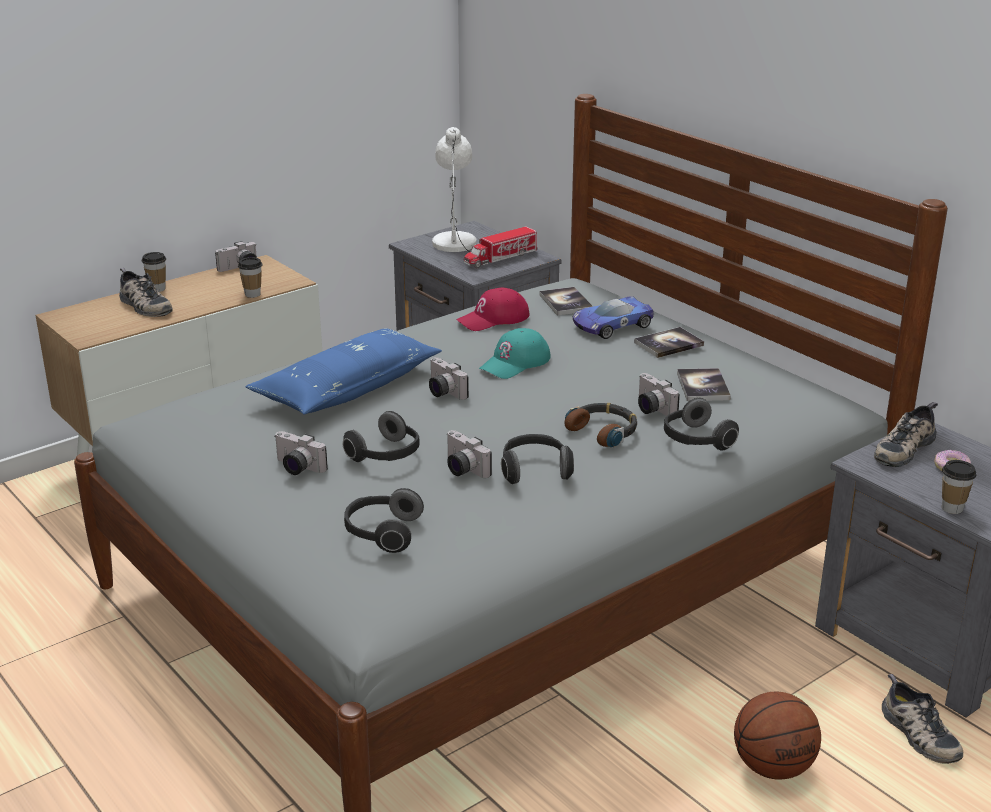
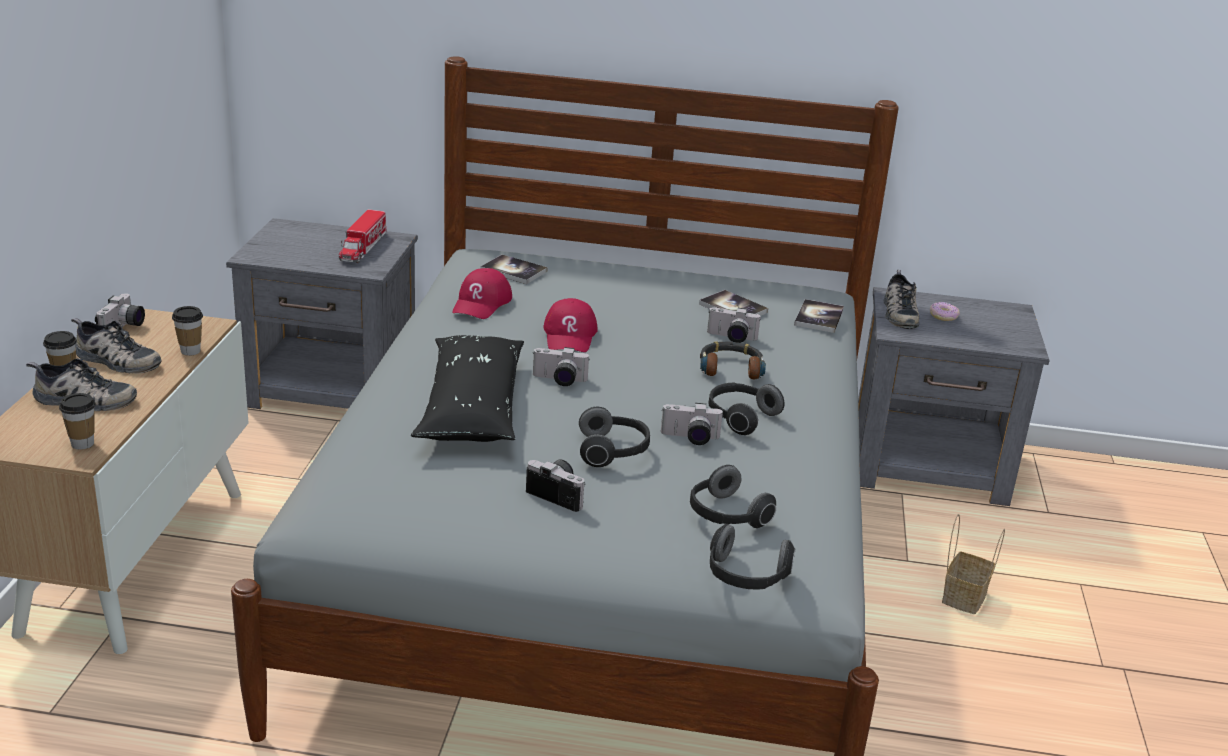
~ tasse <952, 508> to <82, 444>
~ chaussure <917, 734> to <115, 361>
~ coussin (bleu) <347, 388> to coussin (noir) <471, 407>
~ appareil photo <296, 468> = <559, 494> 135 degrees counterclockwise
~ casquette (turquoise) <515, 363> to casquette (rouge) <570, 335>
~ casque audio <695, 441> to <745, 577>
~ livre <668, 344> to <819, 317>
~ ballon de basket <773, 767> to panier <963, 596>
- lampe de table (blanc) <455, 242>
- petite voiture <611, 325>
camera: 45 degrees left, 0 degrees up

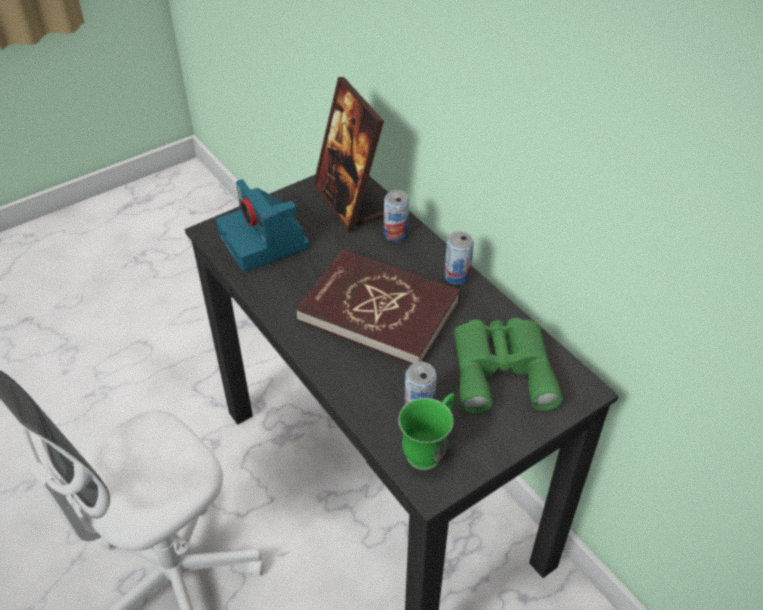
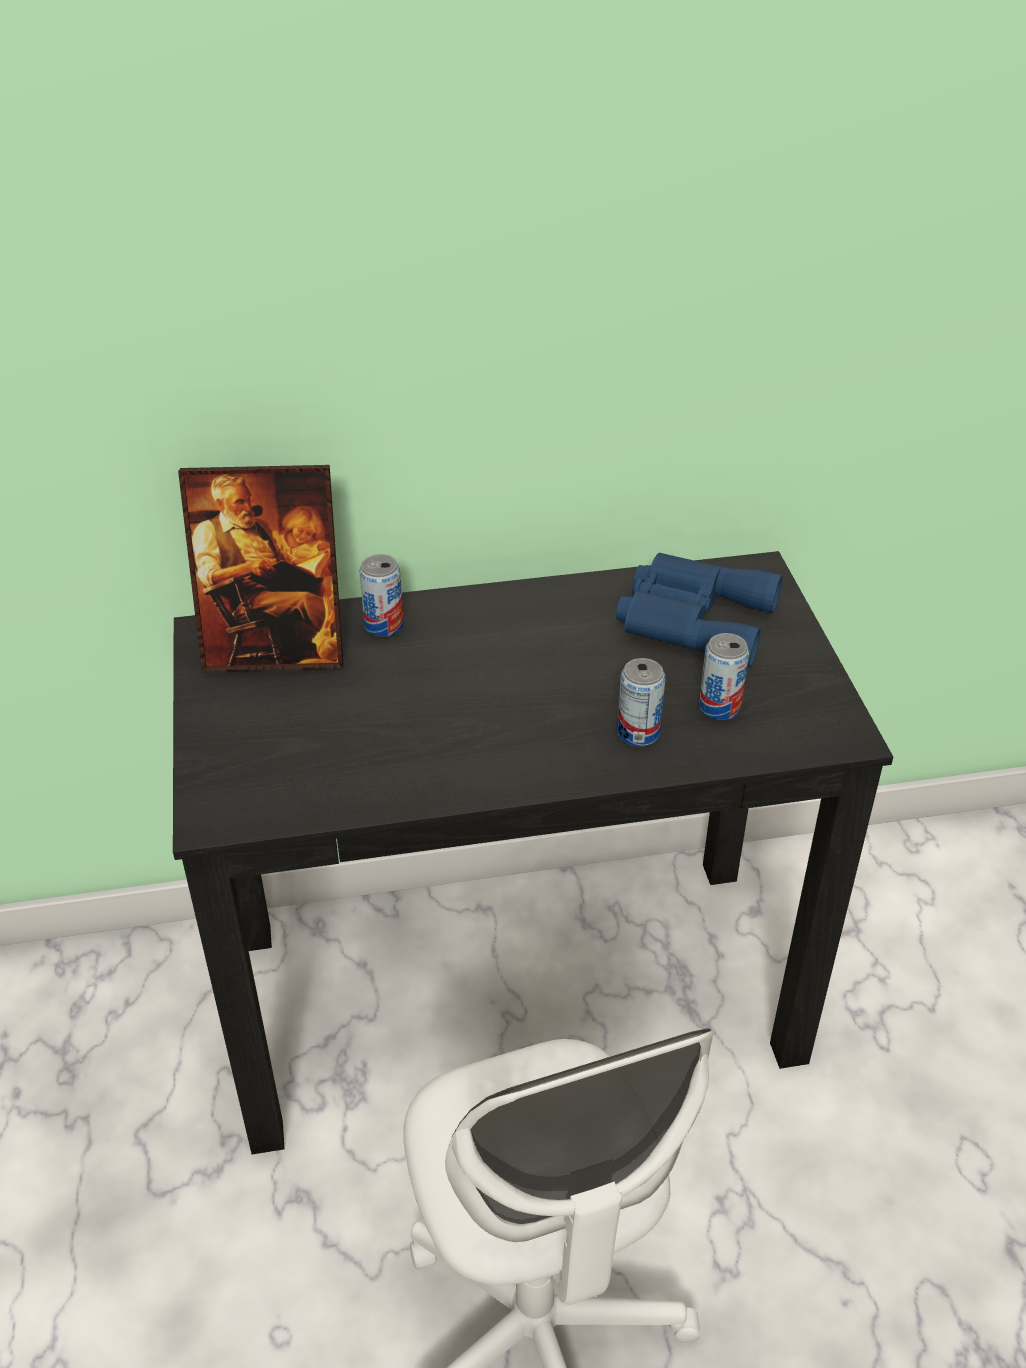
~ jumelles (vert) <502, 368> to jumelles (bleu) <691, 618>
~ boîte métallique <457, 276> to <638, 732>
- appareil photo <265, 242>
- livre (rouge) <379, 310>
- mug (vert) <429, 449>
camera: 65 degrees left, 5 degrees down

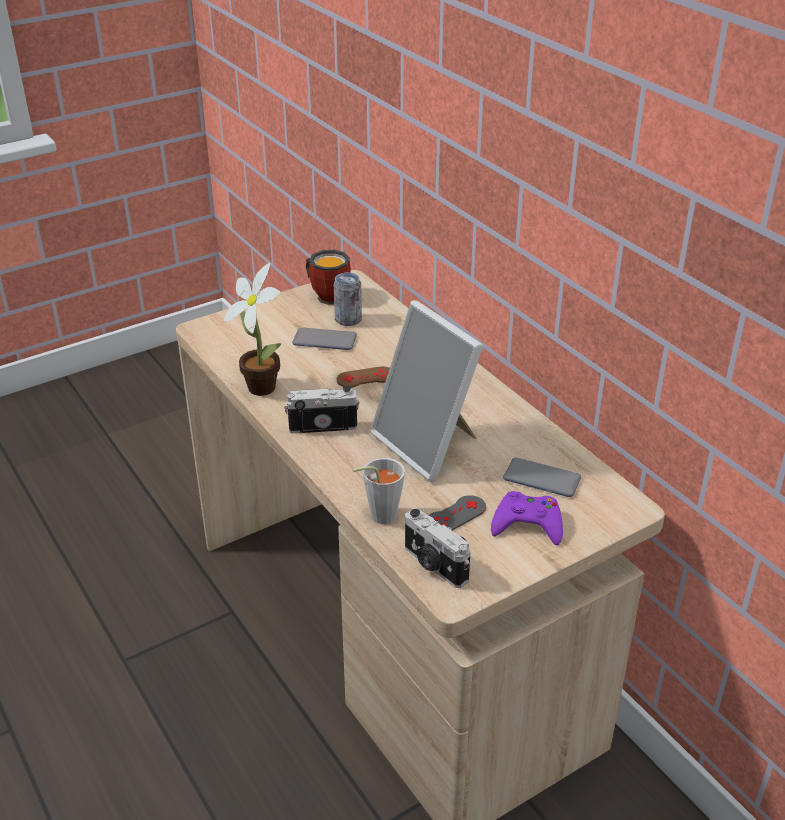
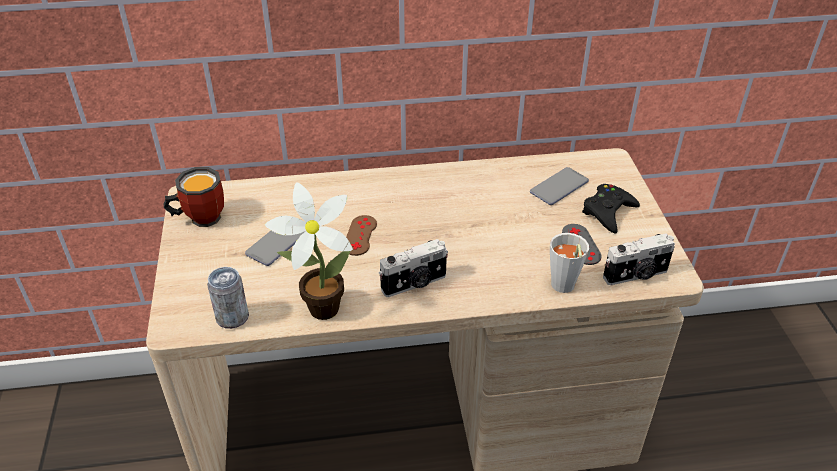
~ boîte métallique <348, 319> to <232, 318>
~ appareil photo <322, 425> = <415, 284> 135 degrees counterclockwise
~ manette (violet) <528, 524> to manette (noir) <608, 212>
- cadre photo <428, 445>
camera: 65 degrees left, 5 degrees up

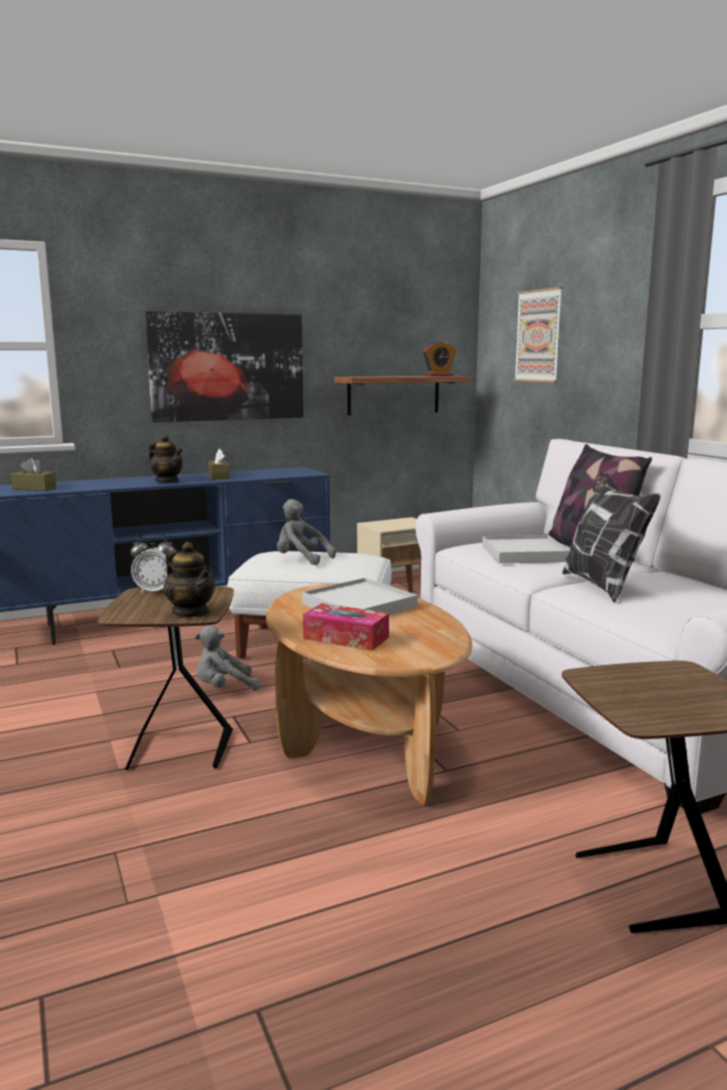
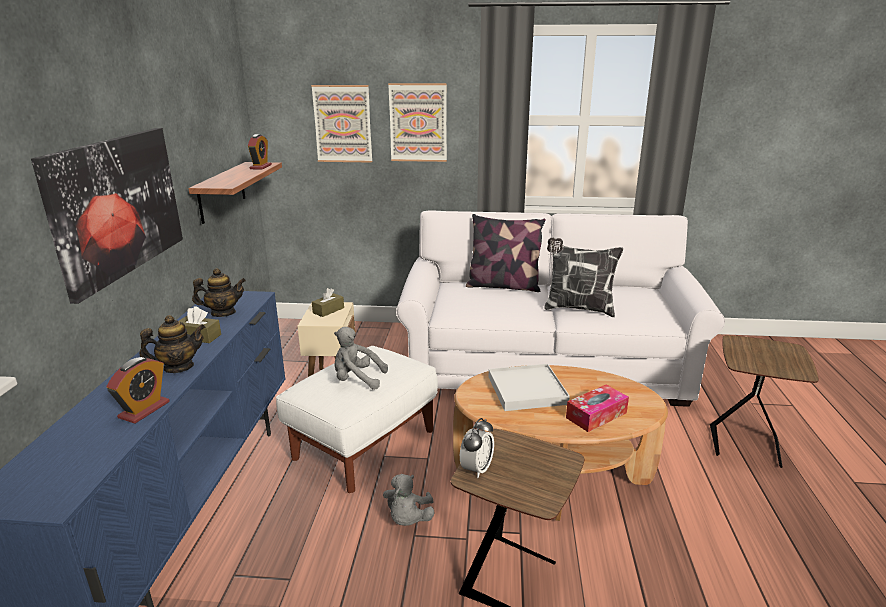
+ réveil <144, 410>
~ théière <191, 612> to <223, 313>
~ boîte à mouchoirs (marron) <34, 488> to <328, 310>
~ peluche (gris) <301, 559> = <357, 380> 45 degrees clockwise
+ tableau <418, 122>
- plateau (blanc) <524, 554>
camera: 60 degrees left, 10 degrees up

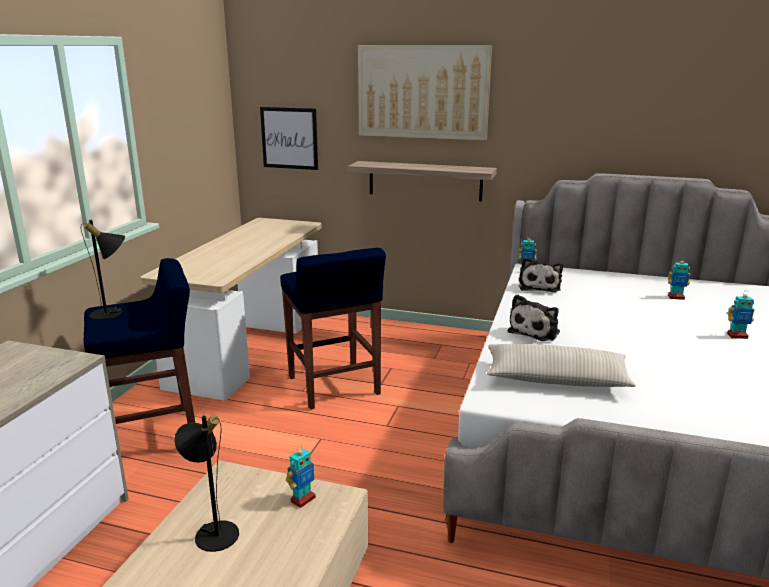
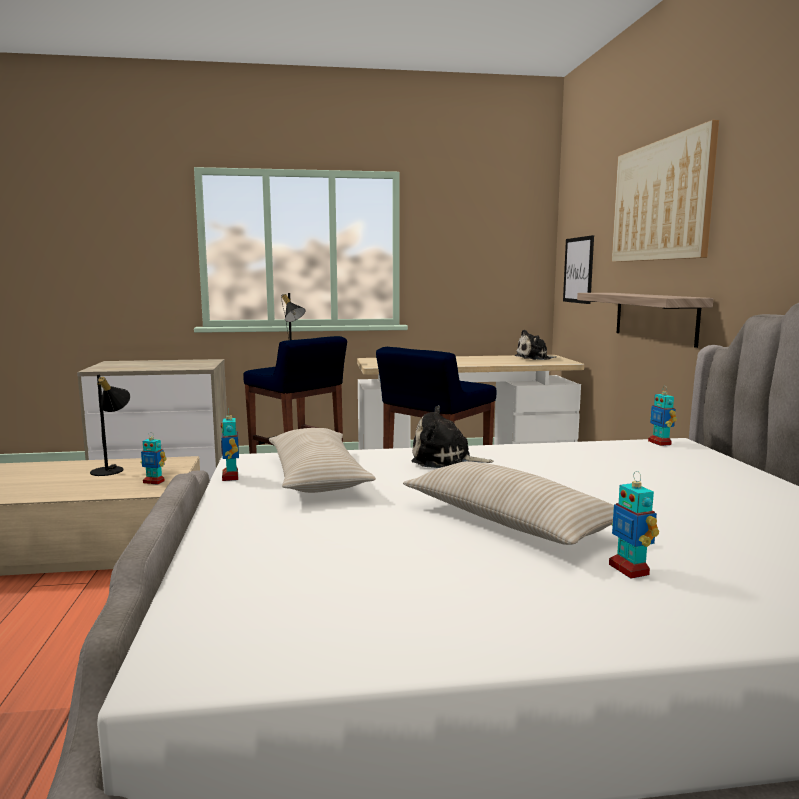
~ robot jouet <676, 297> to <231, 477>
+ coussin (beige) <509, 522>
~ peluche <539, 286> to <535, 358>
camera: 65 degrees right, 10 degrees down

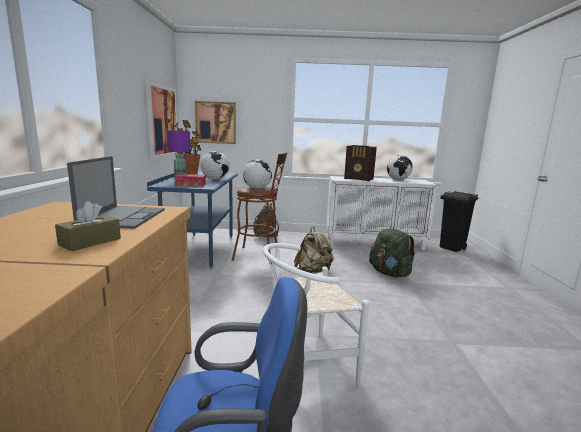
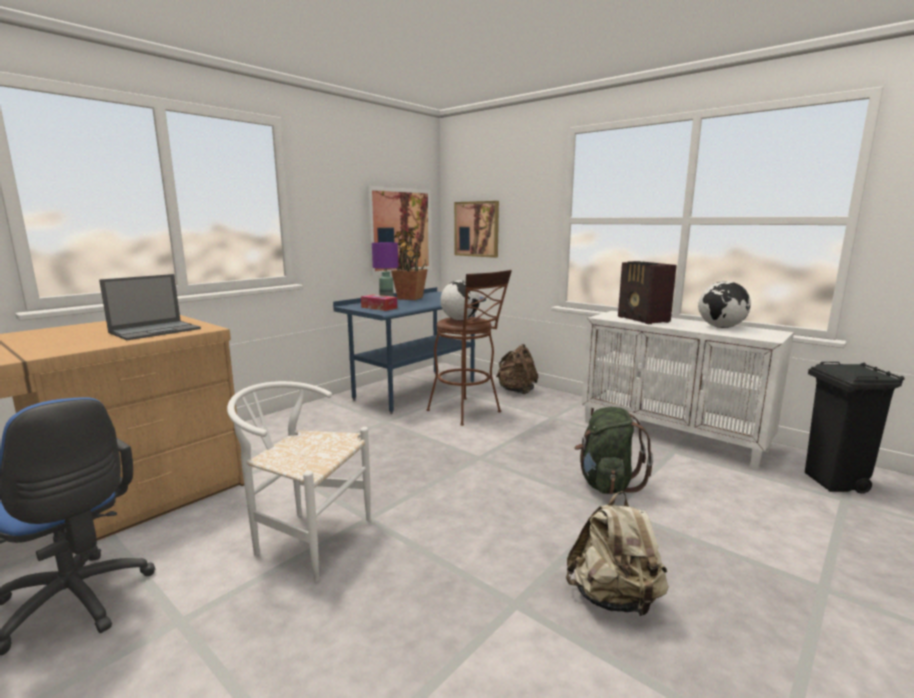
~ sac à dos (beige) <313, 271> to <614, 599>
- boîte à mouchoirs (marron) <90, 242>
- globe <215, 179>
camera: 40 degrees right, 0 degrees up

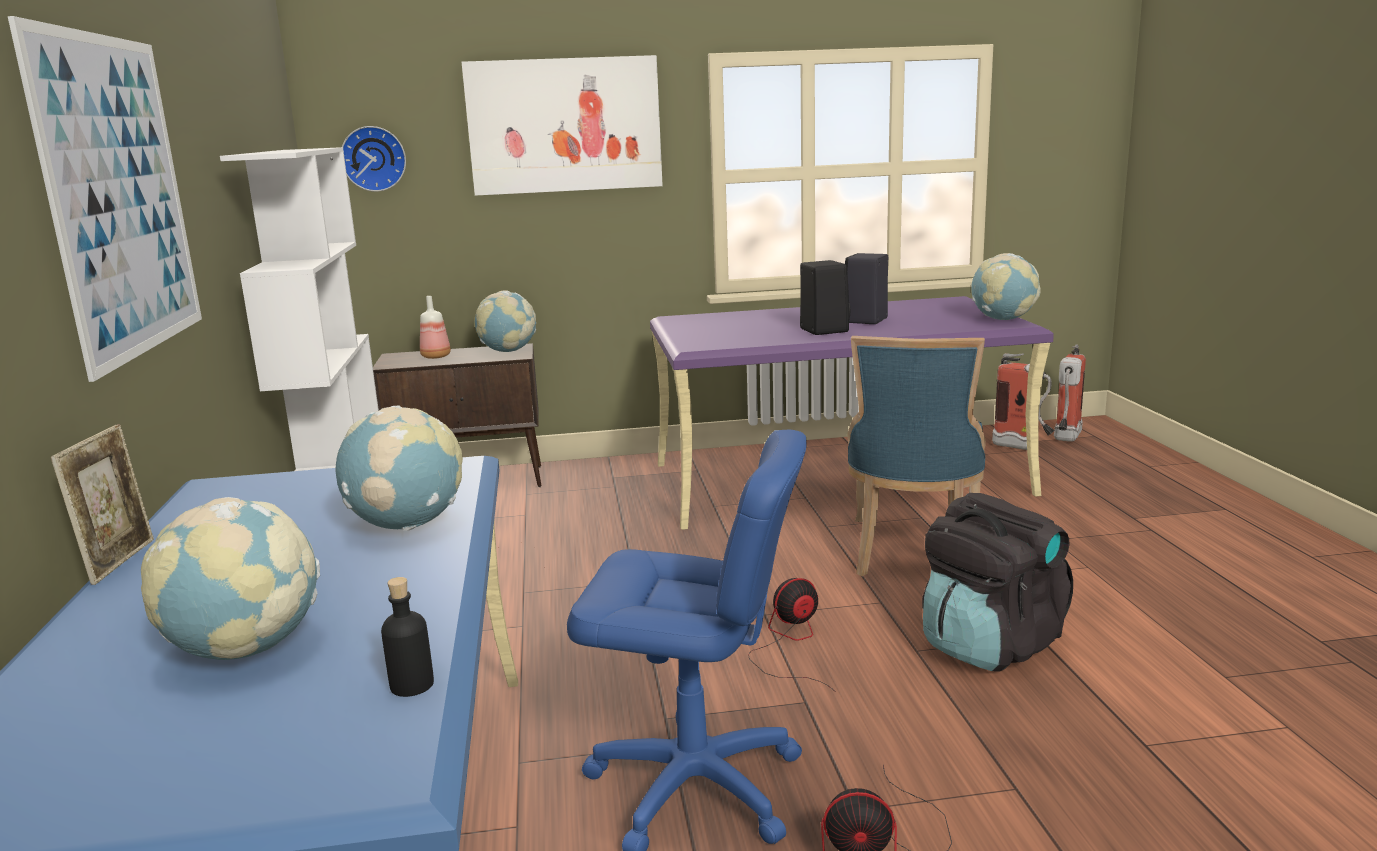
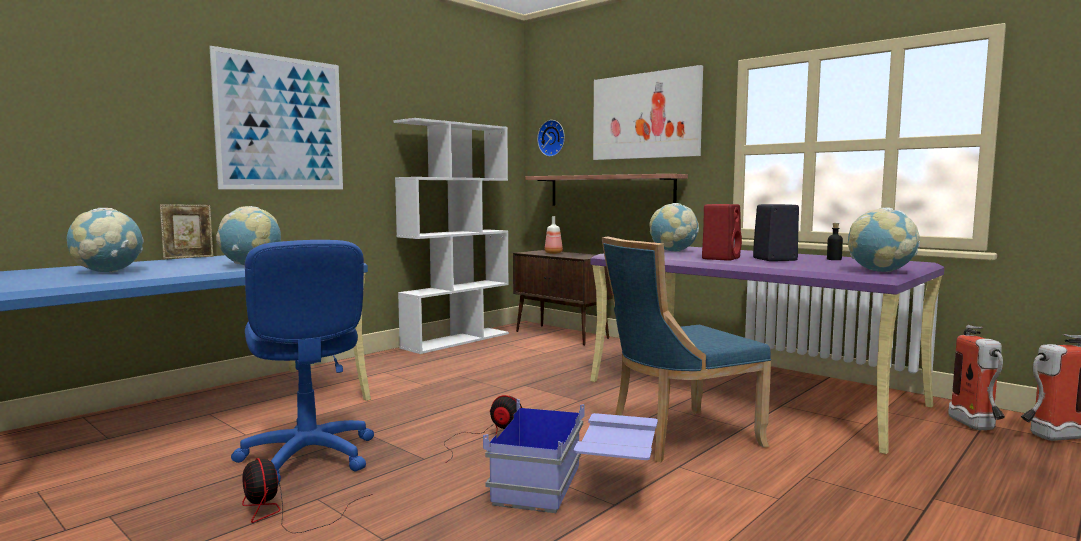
~ sac à dos (noir) <990, 644> to boîte de rangement (bleu) <575, 491>
+ étagère <610, 191>
~ globe <508, 351> to <673, 251>
~ enceinte (noir) <822, 330> to enceinte (rouge) <721, 258>
~ bouteille (noir) <412, 685> to <834, 259>
camera: 50 degrees right, 10 degrees down

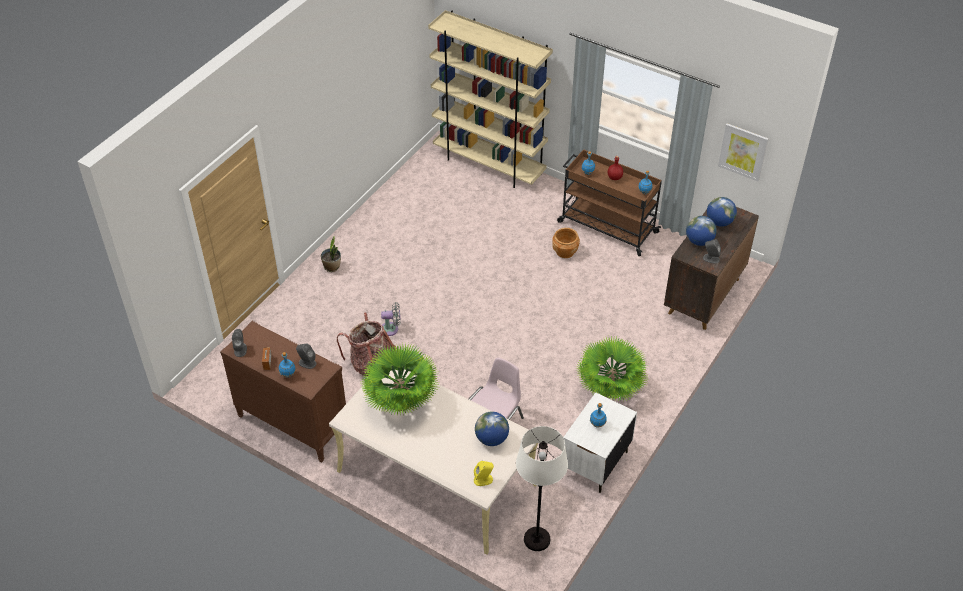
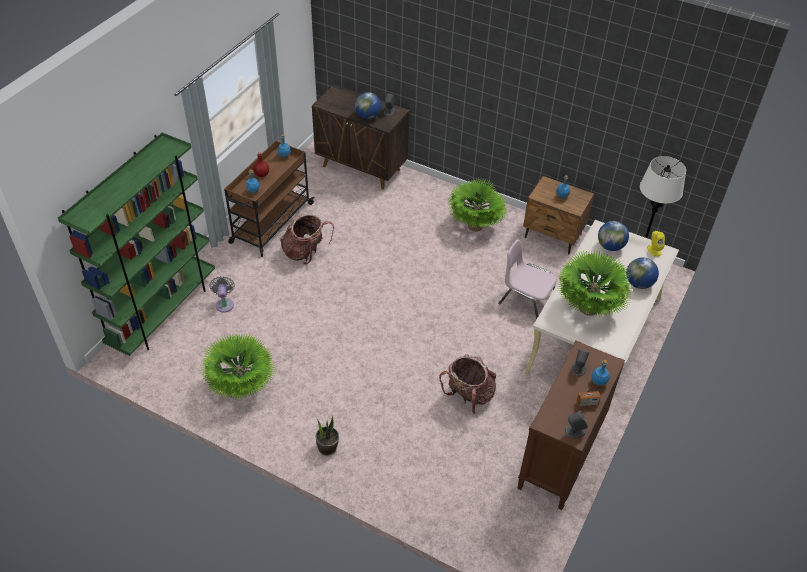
~ bibliothèque (beige) <489, 165> to bibliothèque (vert) <163, 312>
+ plante en pot <242, 387>
~ ventilateur (gris) <391, 329> to <224, 304>
~ cache-pot (marron) <565, 252> to sac à dos <305, 252>
~ table de chevet (blanc) <595, 463> to table de chevet (marron) <553, 236>
~ globe <719, 222> to <638, 283>
- tableau <743, 151>
camera: 95 degrees left, 0 degrees up

